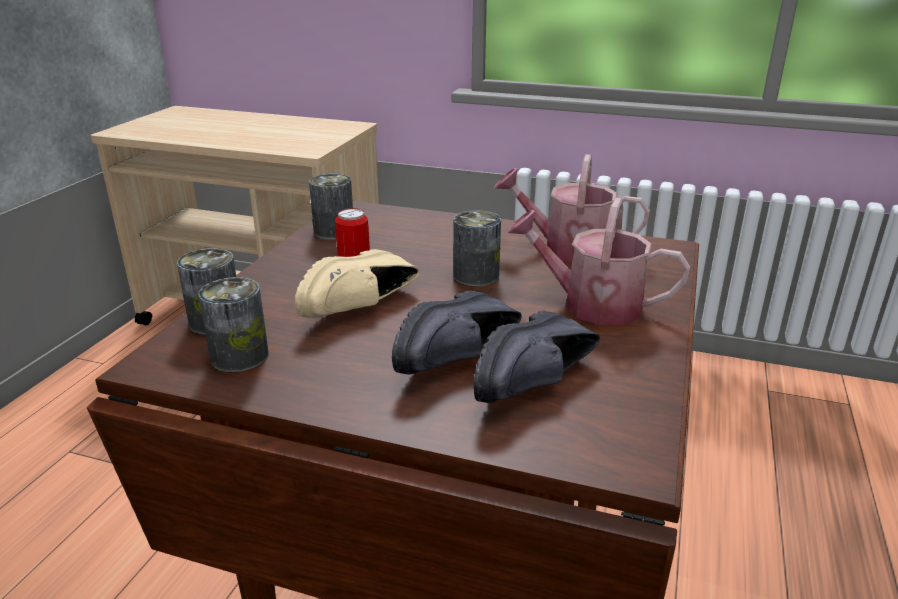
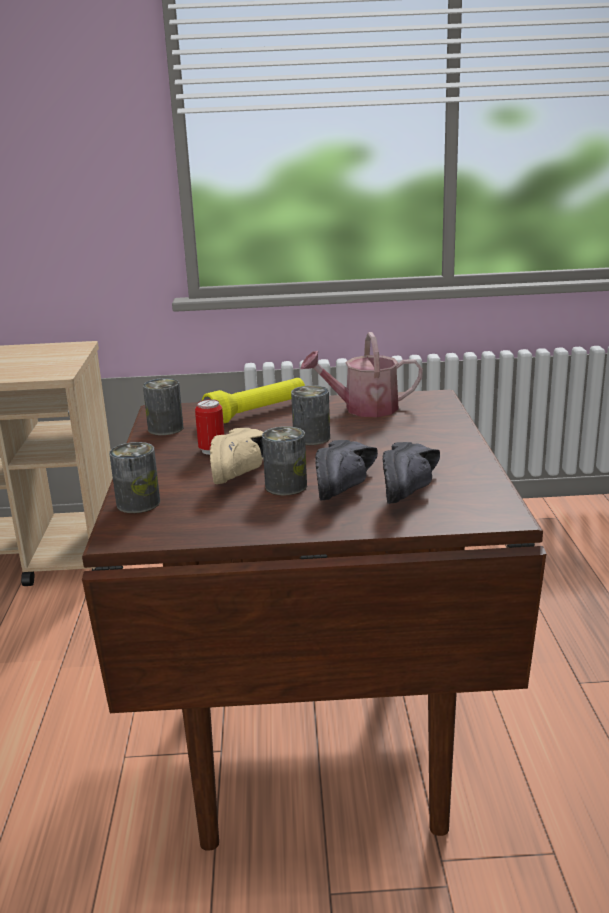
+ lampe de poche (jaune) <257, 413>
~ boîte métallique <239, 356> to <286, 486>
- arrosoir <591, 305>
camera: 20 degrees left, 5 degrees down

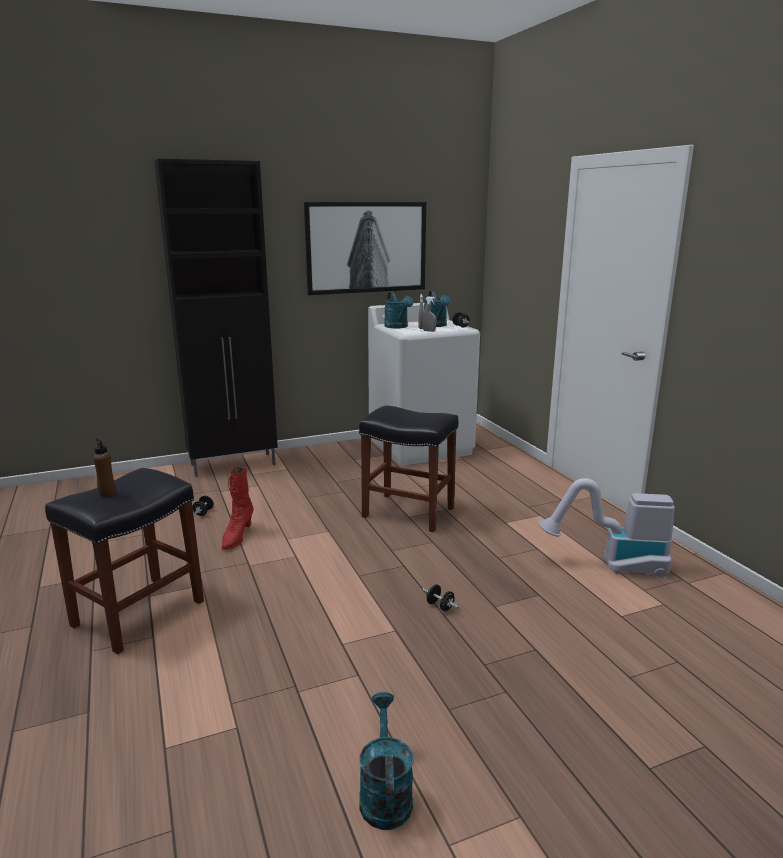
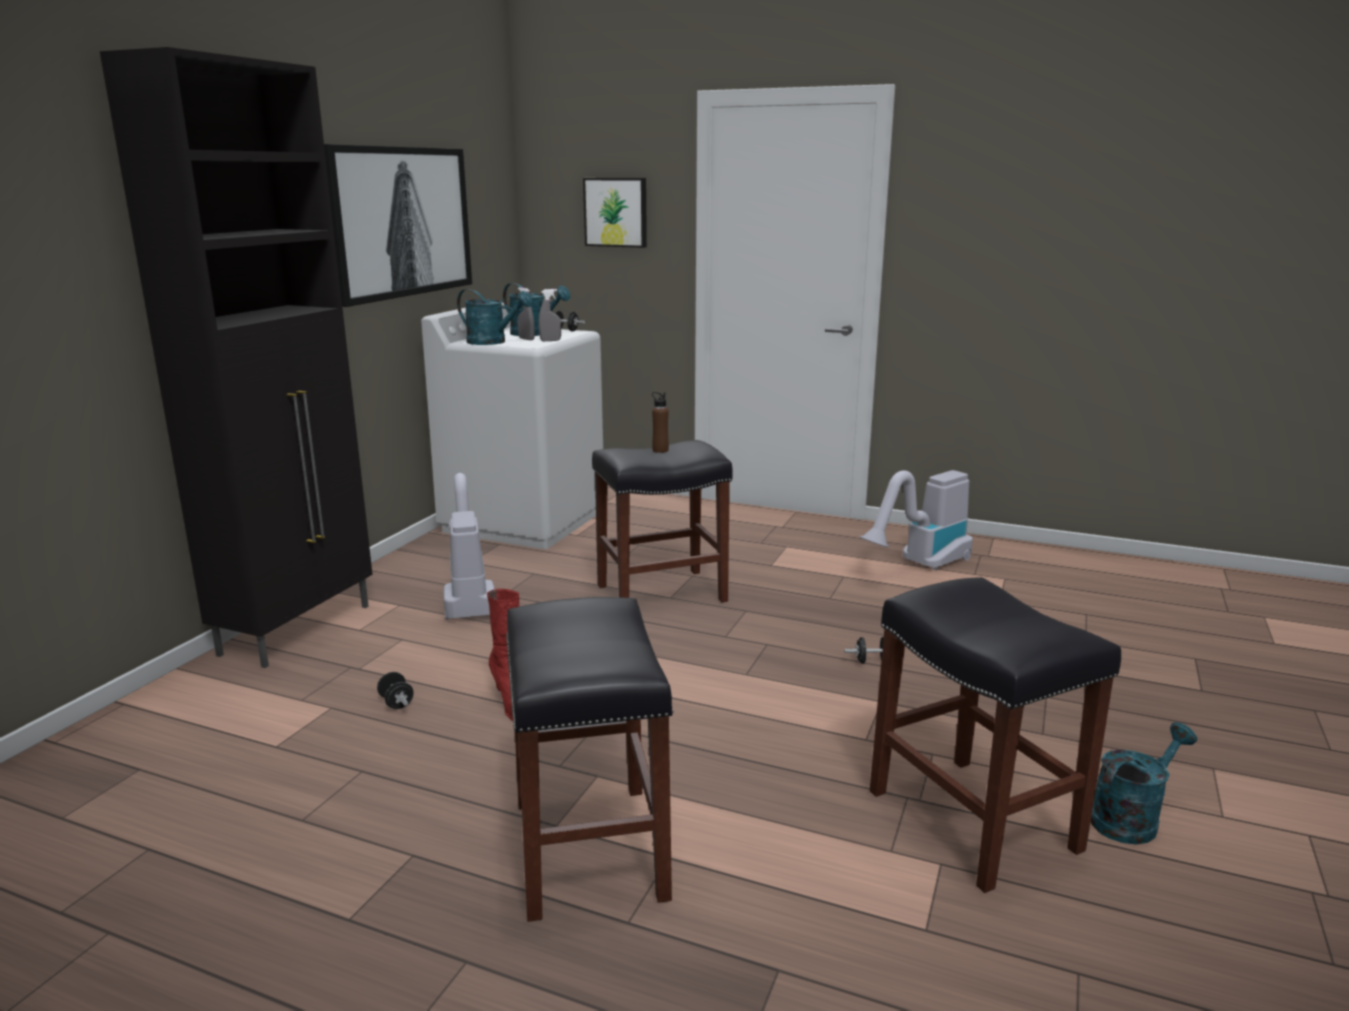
+ aspirateur <468, 595>
+ tableau <616, 212>
~ bouteille (marron) <107, 493> to <660, 450>
+ tabouret (noir) <969, 819>
~ arrosoir (turquoise) <384, 793> = <1130, 818> 105 degrees clockwise
camera: 45 degrees left, 0 degrees up

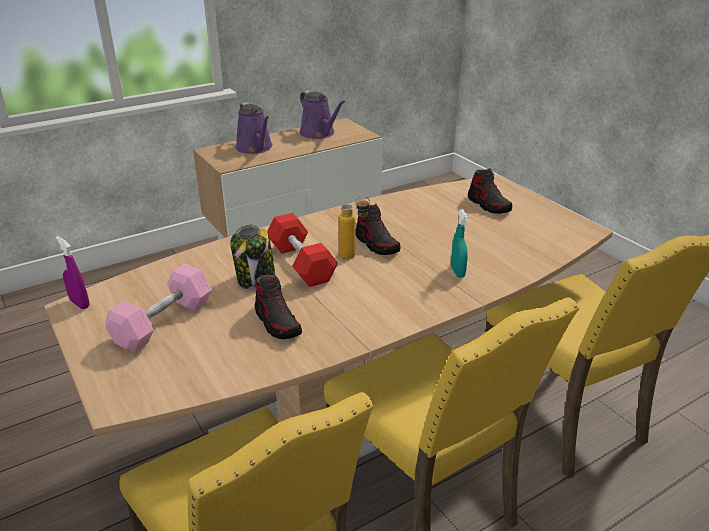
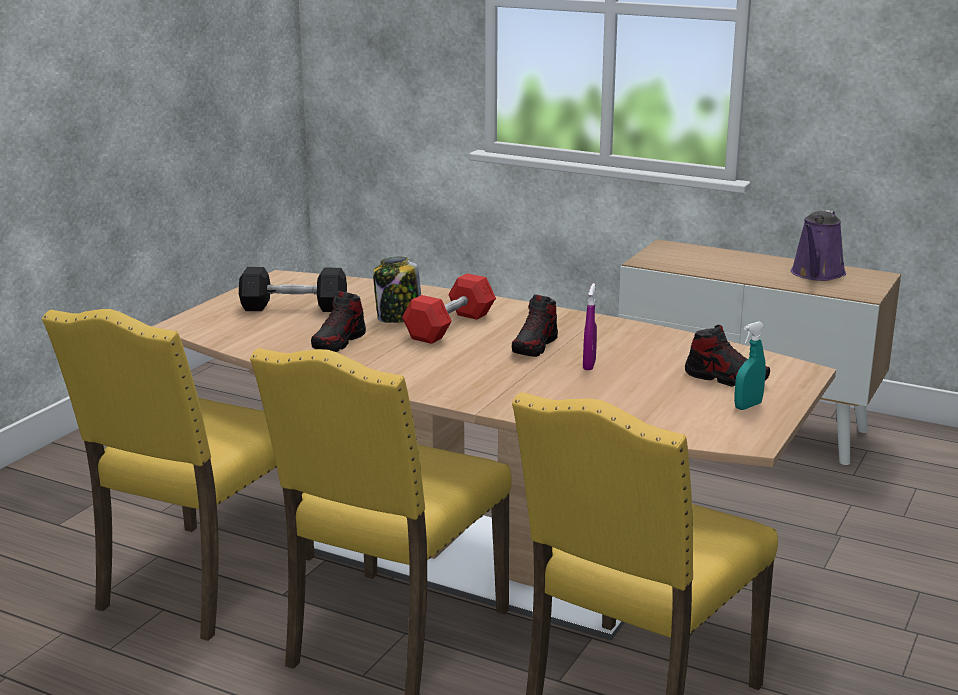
~ haltère (rose) <163, 322> to haltère (noir) <294, 307>
~ vaporisateur (violet) <80, 304> to <589, 365>
~ chaussure <489, 205> = <726, 378> 90 degrees counterclockwise
~ vaporisateur (turquoise) <457, 272> to <748, 406>
- arrosoir (violet) <255, 148>
- bouteille <354, 256>
camera: 60 degrees right, 10 degrees down

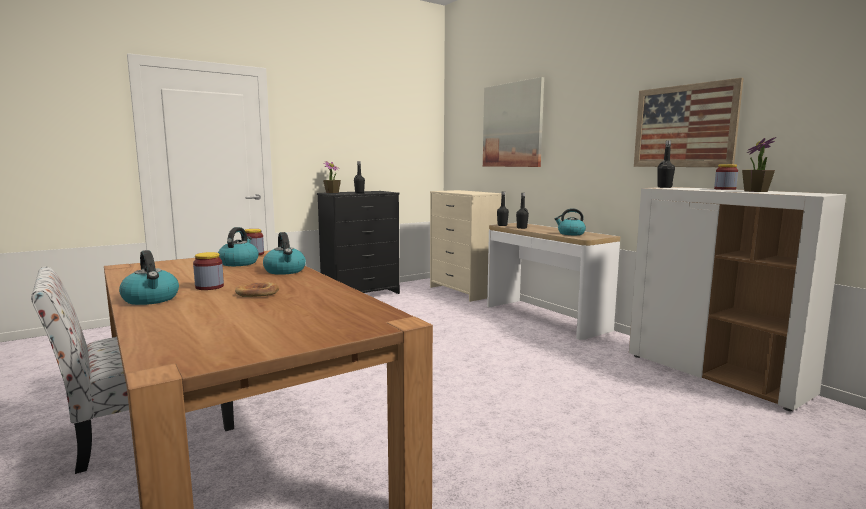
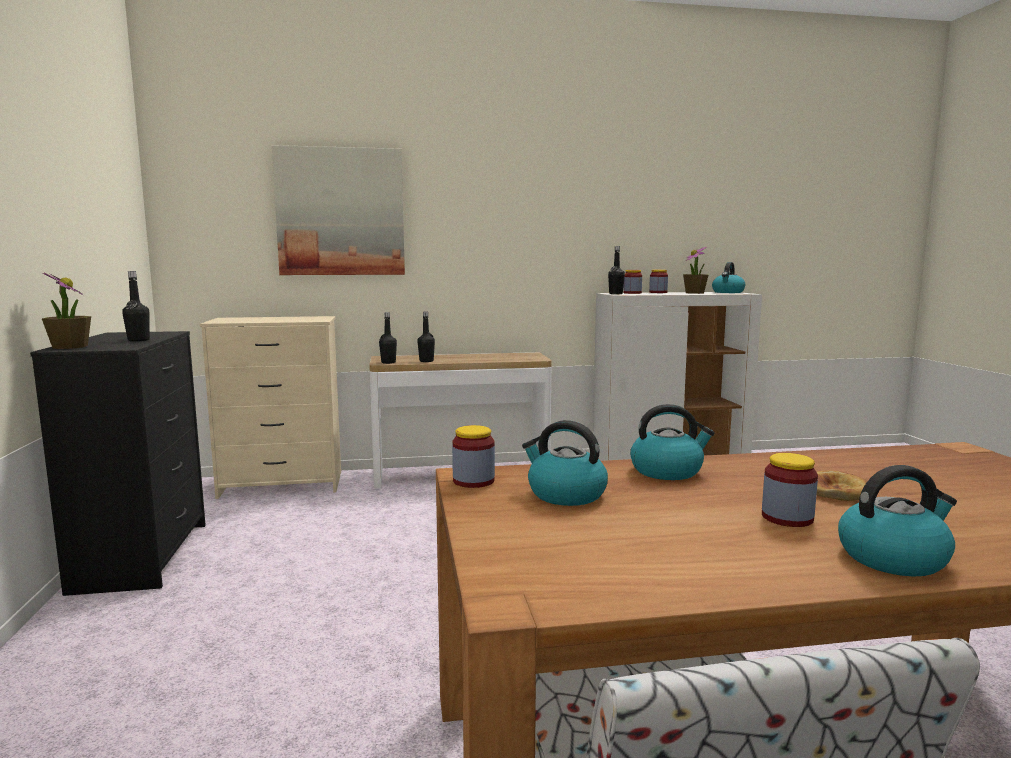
+ bocal <632, 293>
~ bouilloire <570, 234> to <728, 292>
- tableau <684, 126>
camera: 65 degrees left, 0 degrees up

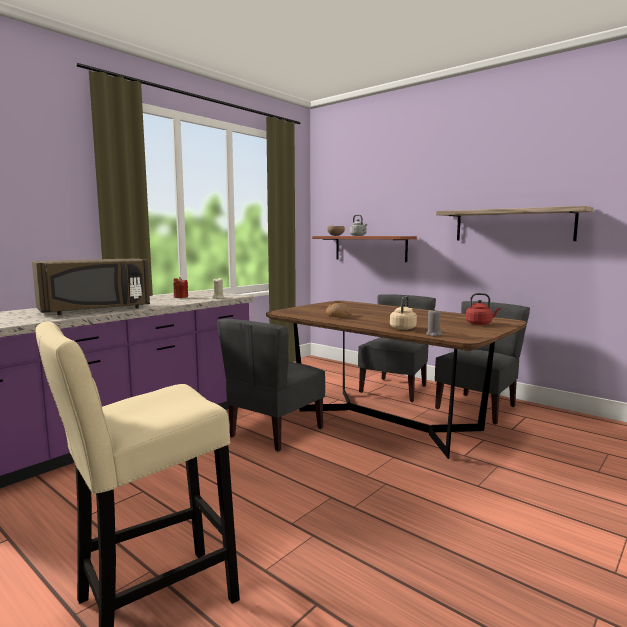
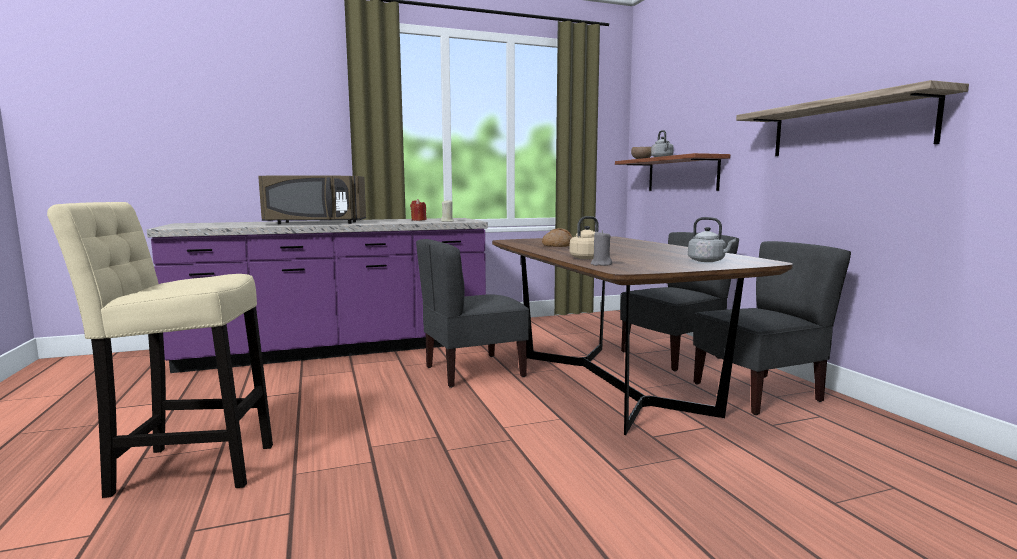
~ bouilloire (rouge) <480, 323> to bouilloire (gris) <708, 261>
camera: 30 degrees right, 0 degrees up

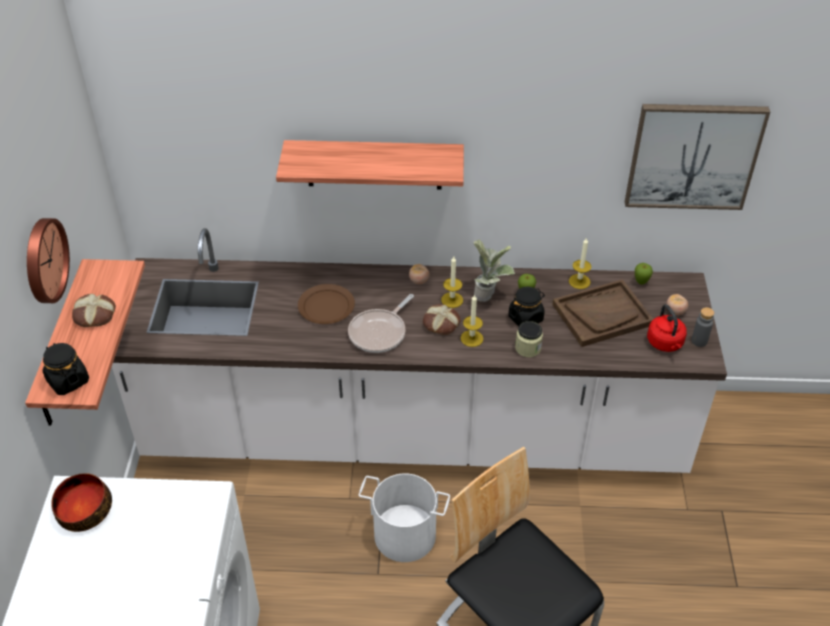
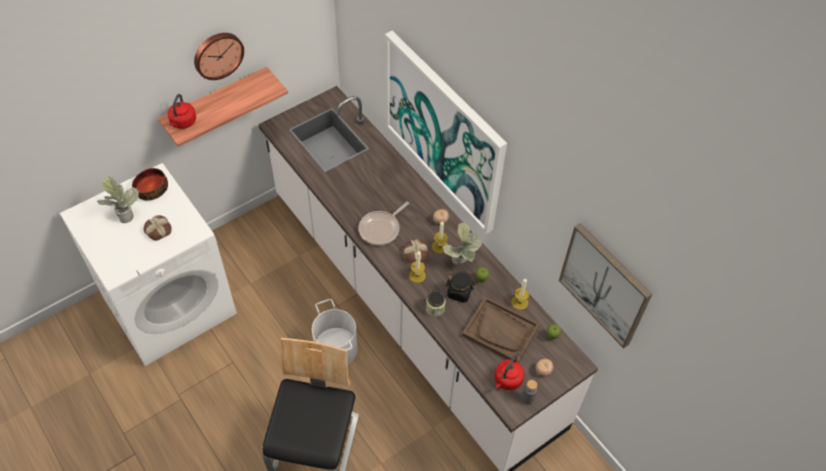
+ plante en pot <124, 214>
~ pain <94, 315> to <158, 230>
~ bocal (noir) <68, 381> to bouilloire (rouge) <183, 122>
~ poêle <380, 332> = <381, 229> 45 degrees counterclockwise
~ étagère <374, 164> to tableau <443, 131>
- assiette (marron) <326, 306>
camera: 50 degrees right, 10 degrees up

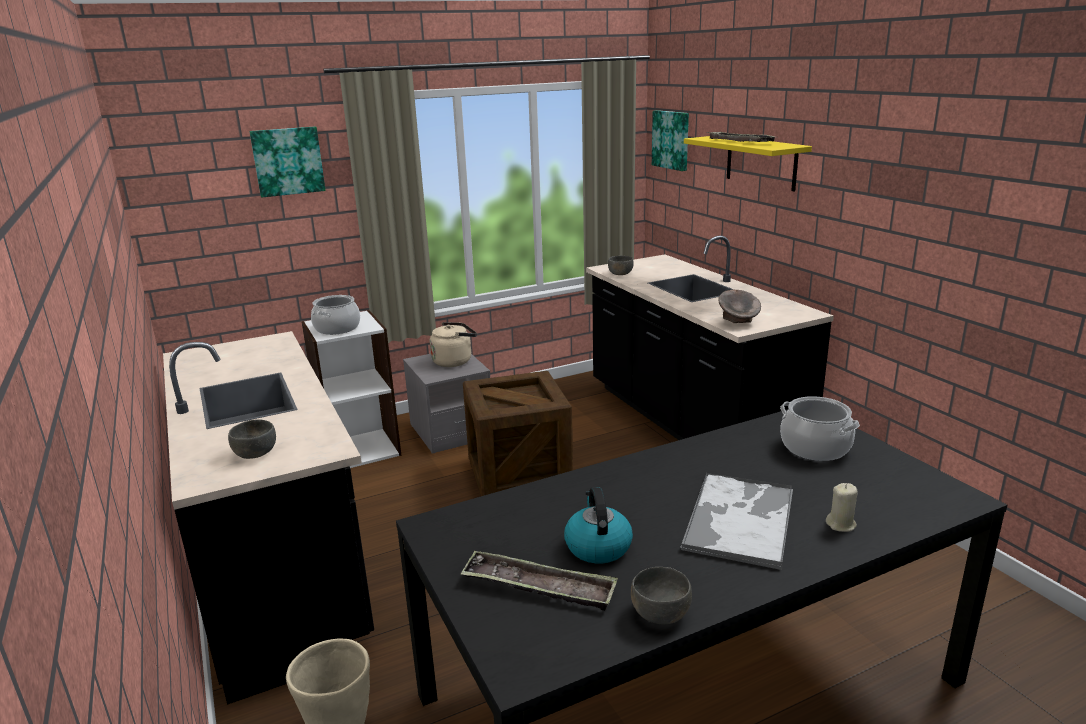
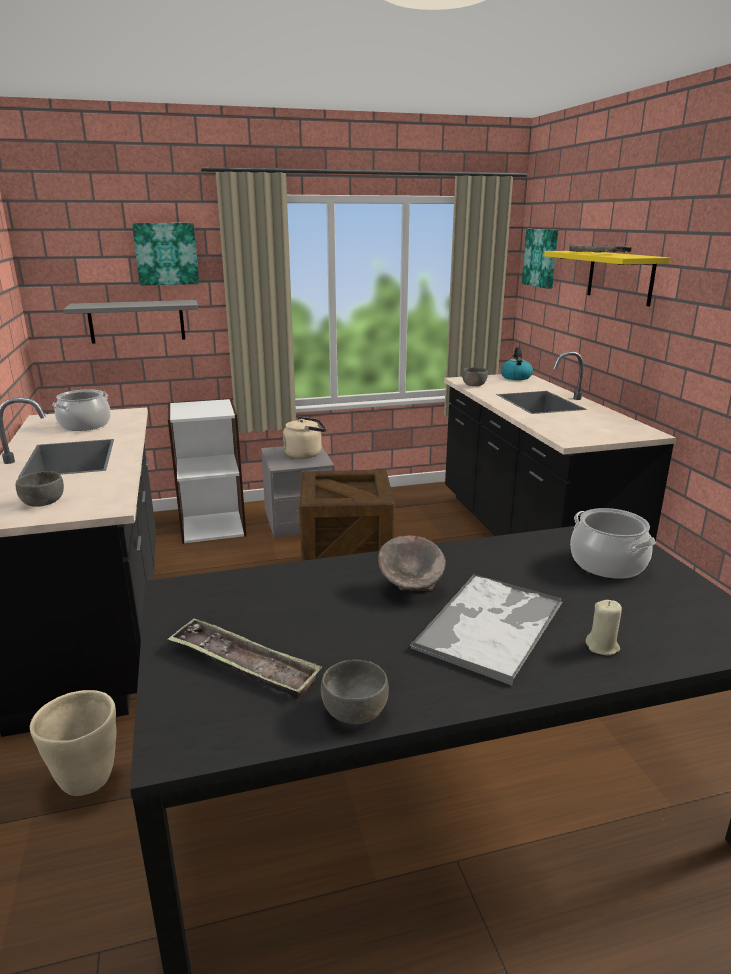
~ marmite <337, 328> to <85, 425>
+ étagère (gris) <137, 321>
~ bol (gris) <738, 322> to <411, 589>
~ bouilloire <597, 546> to <515, 377>
camera: 10 degrees right, 0 degrees up

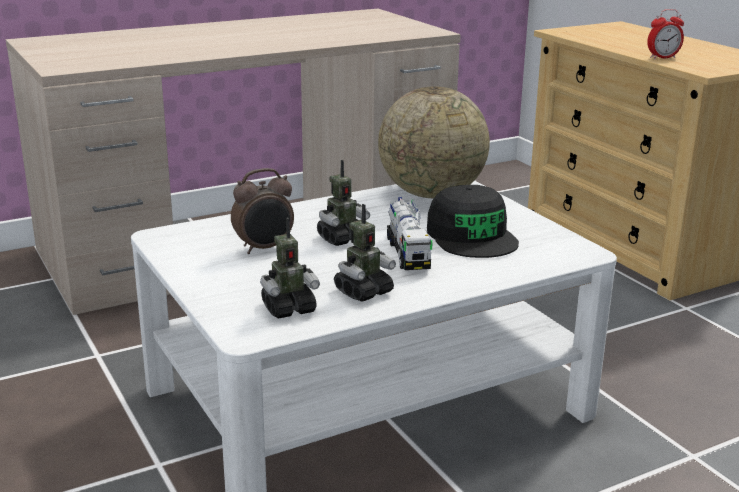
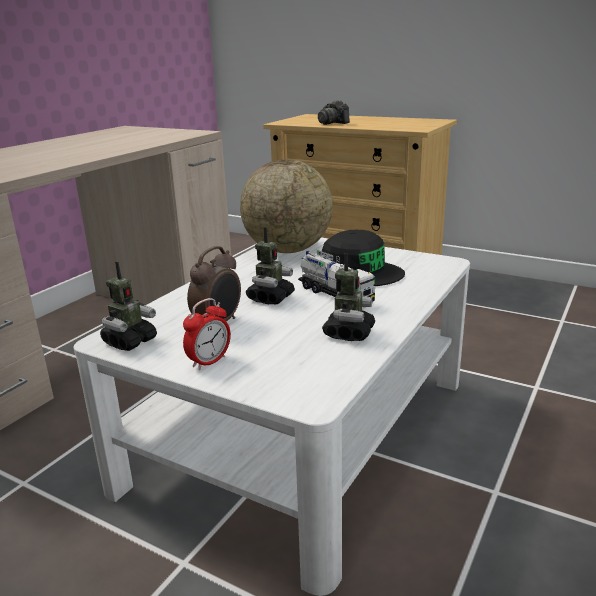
~ robot jouet <288, 308> to <130, 341>
~ réveil <662, 58> to <209, 362>
+ appareil photo <332, 123>
camera: 30 degrees left, 0 degrees up

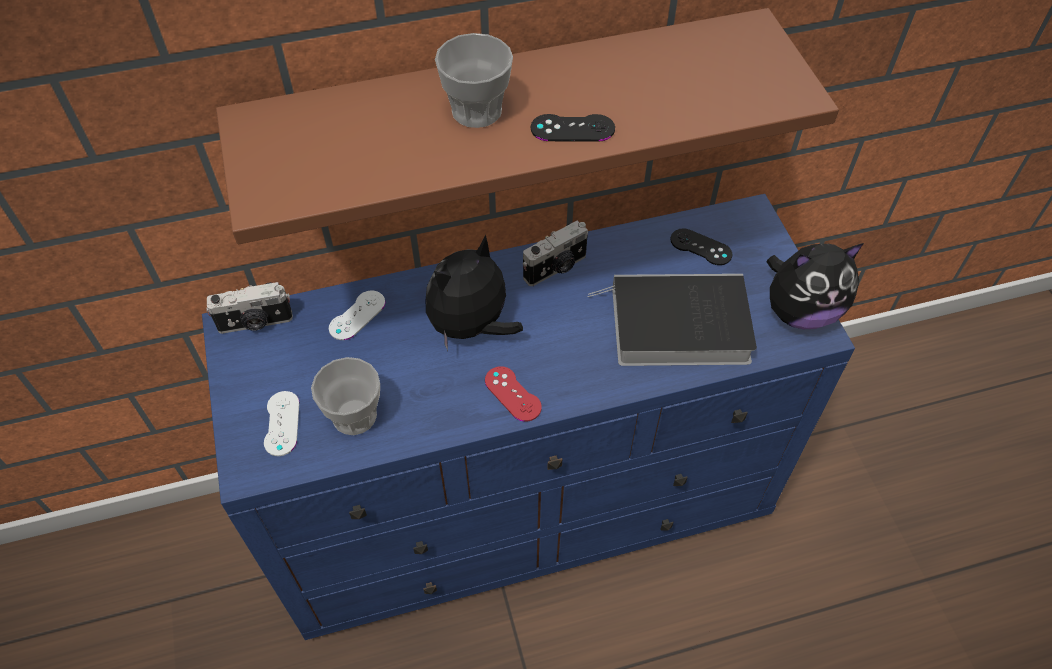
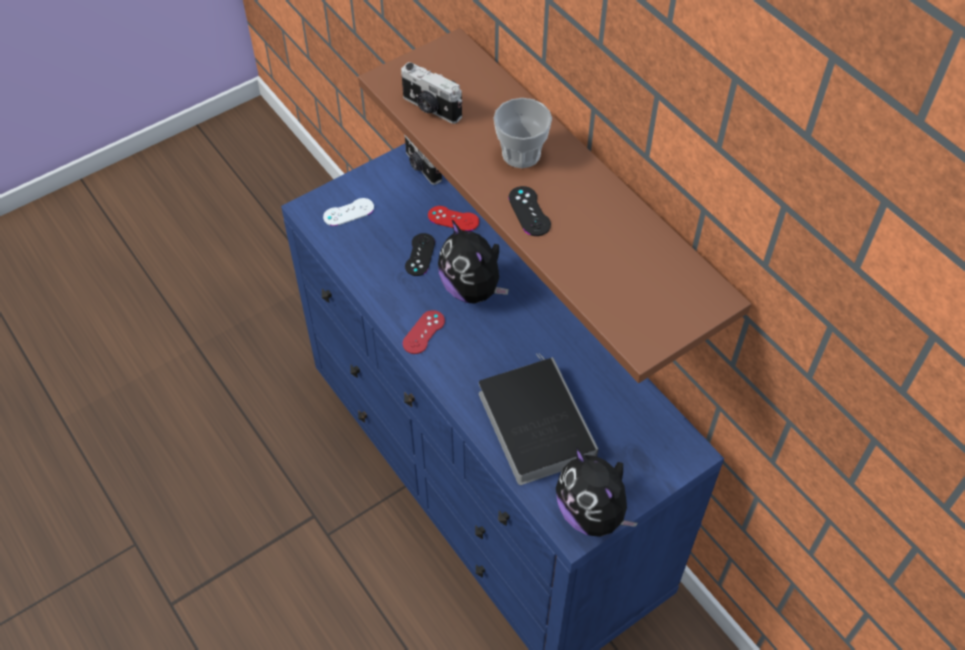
~ appareil photo <556, 268> to <431, 108>
~ manette (noir) <701, 247> to <420, 255>
~ manette (blanc) <357, 315> to manette (rouge) <453, 219>
~ peluche <471, 327> = <473, 289> 150 degrees counterclockwise
- tasse <354, 416>
camera: 70 degrees right, 0 degrees up

